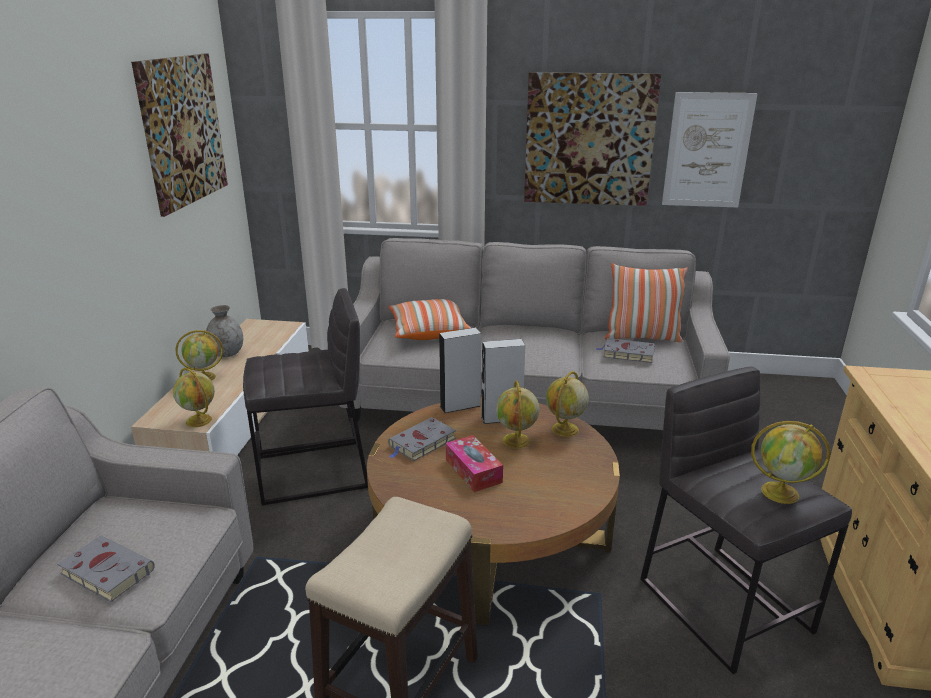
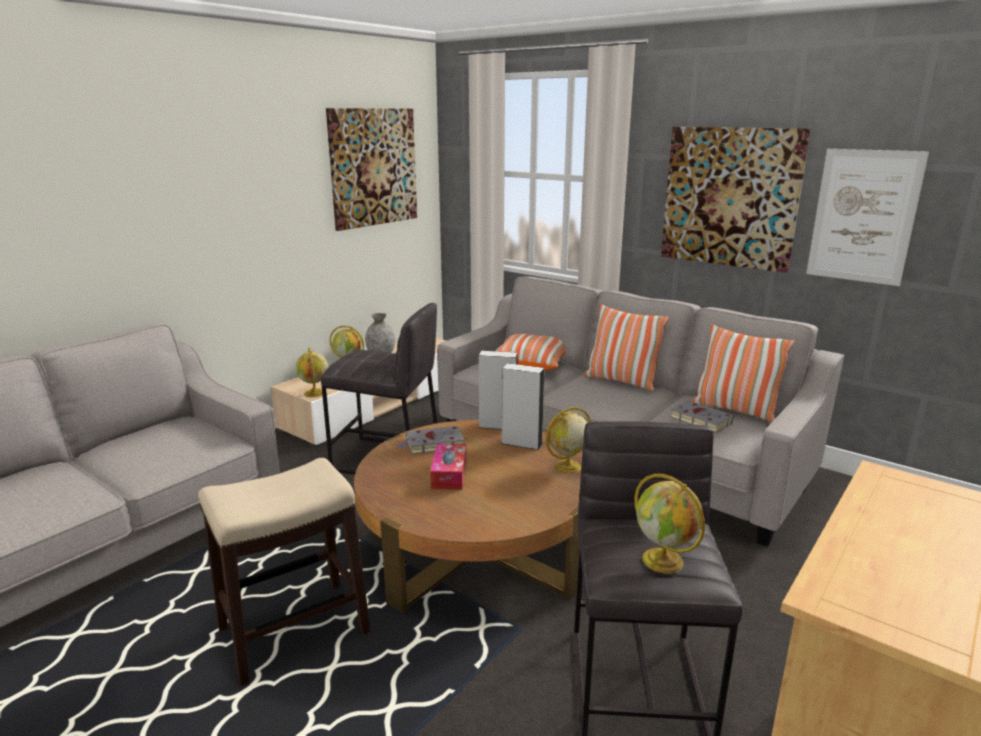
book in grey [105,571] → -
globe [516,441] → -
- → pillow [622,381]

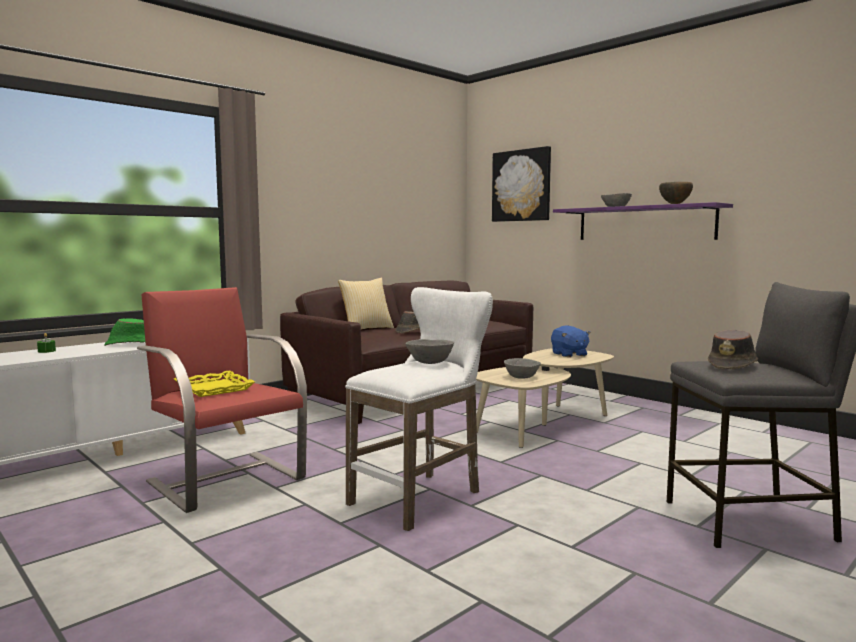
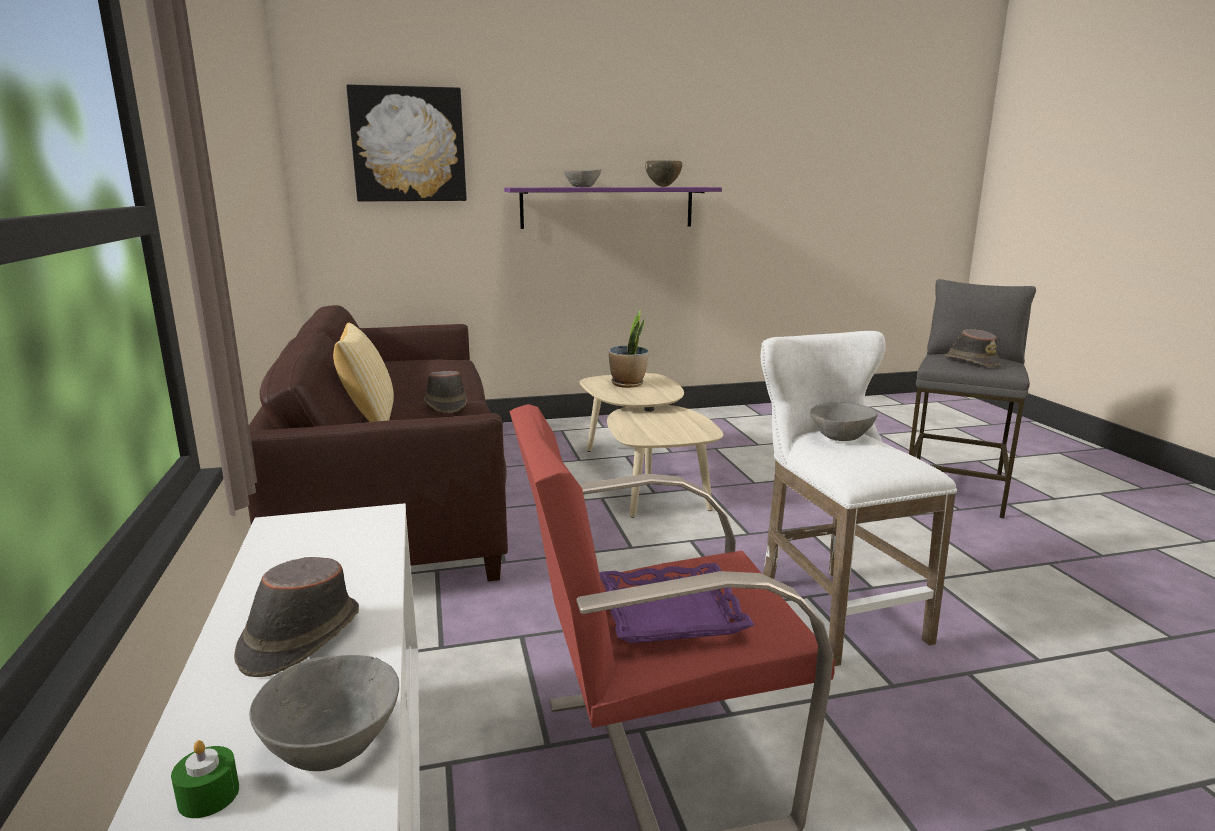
hat in green [129,344] → hat in brown [299,638]
tray in yellow [213,388] → tray in purple [671,613]
bowl in grey [521,377] → bowl in grey [333,746], shifted
plush toy in blue [569,354] → potted plant [628,384]

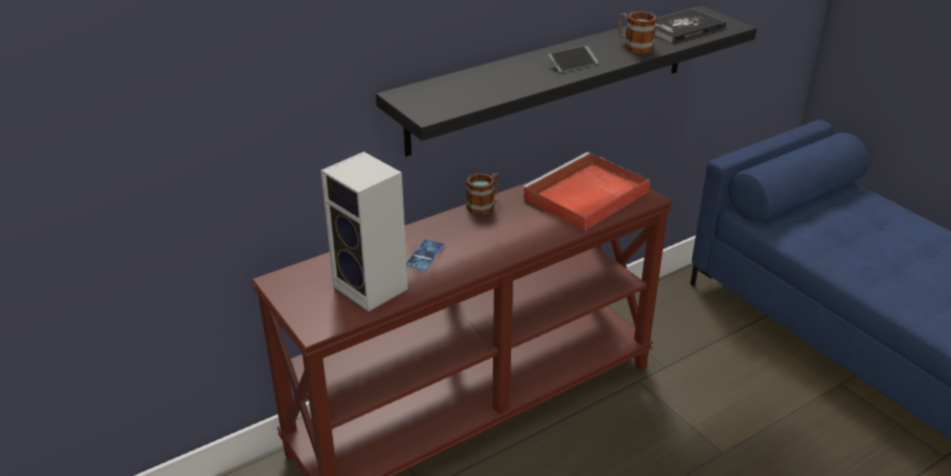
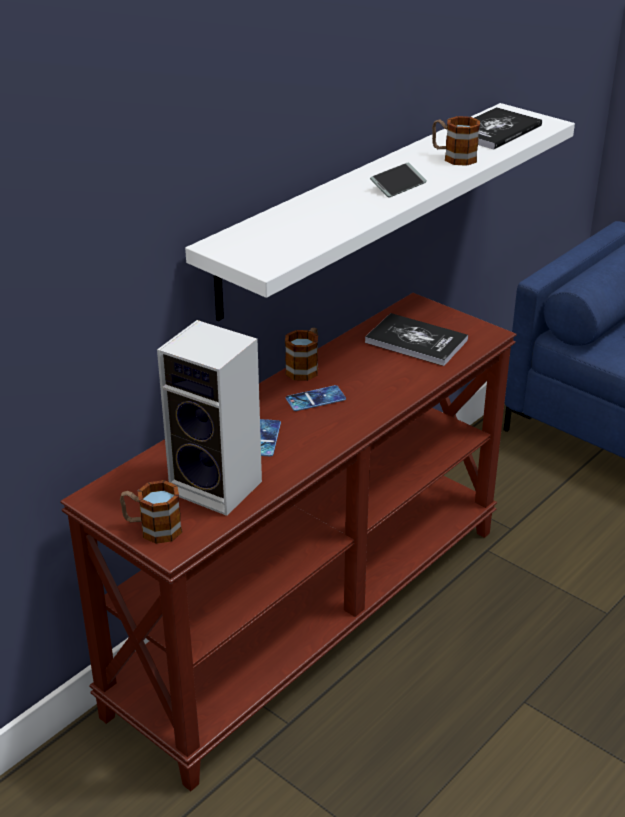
shelf in black [553,78] → shelf in white [362,205]
tray in red [585,196] → book [416,341]
- → mug [152,528]
- → phone [315,399]

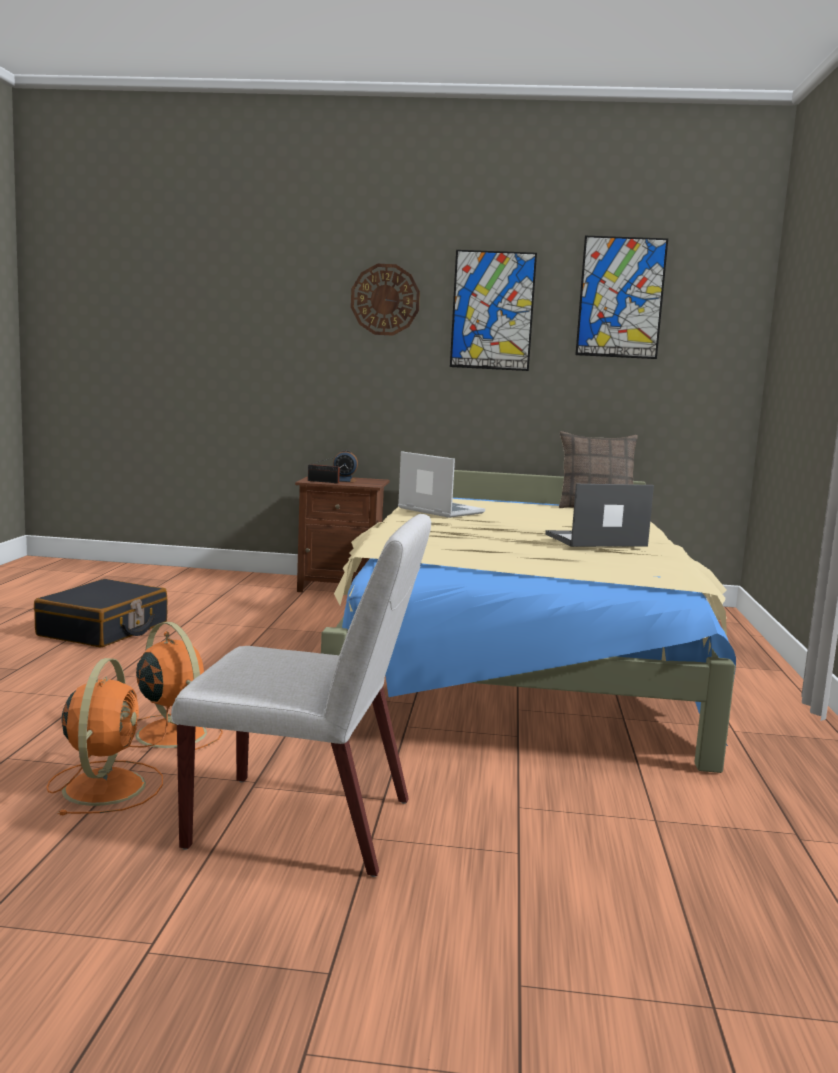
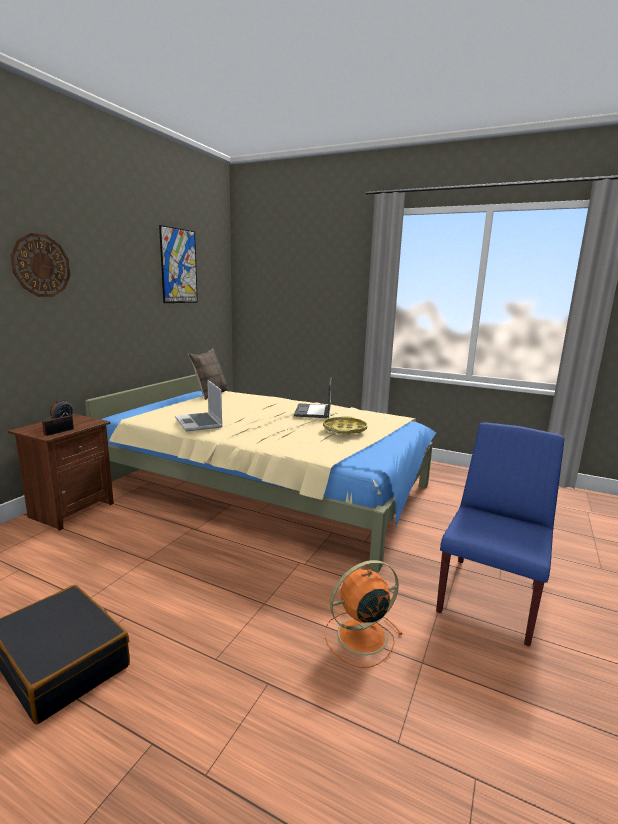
fan in orange [105,786] → -
chair in white [304,824] → chair in blue [489,597]
laptop [439,510] → laptop [199,423], 90 degrees counterclockwise
picture [492,310] → -
- → tray in yellow [344,429]

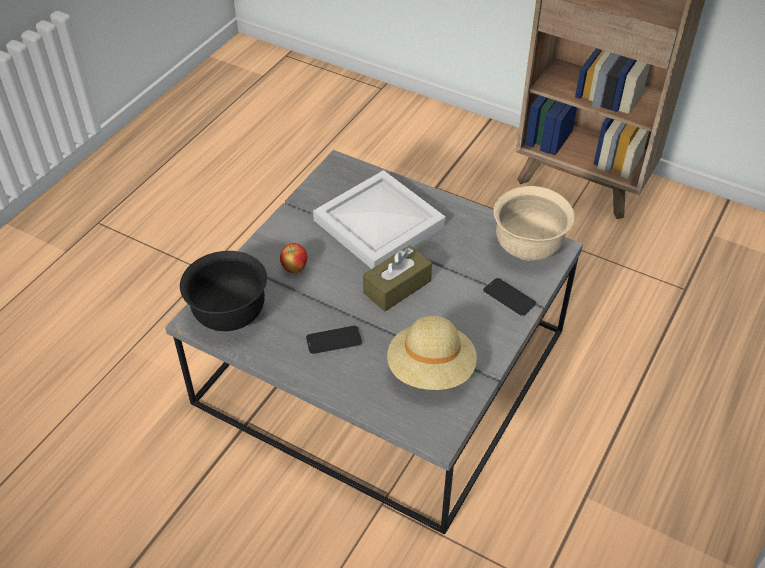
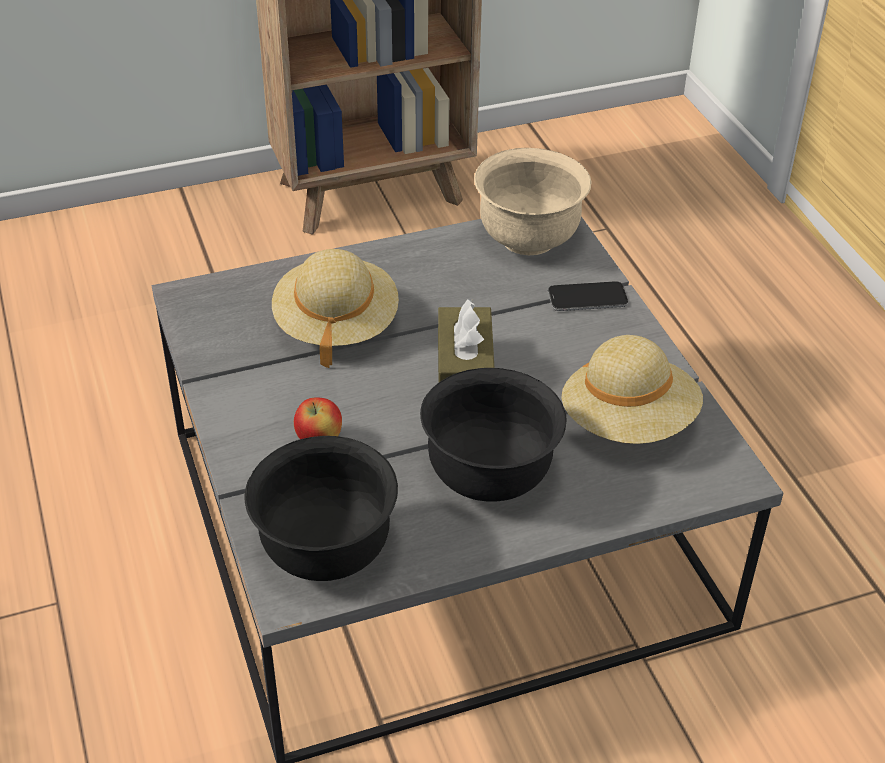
phone [334,341] → bowl in black [489,478]
tray in white [377,223] → hat in beige [336,325]

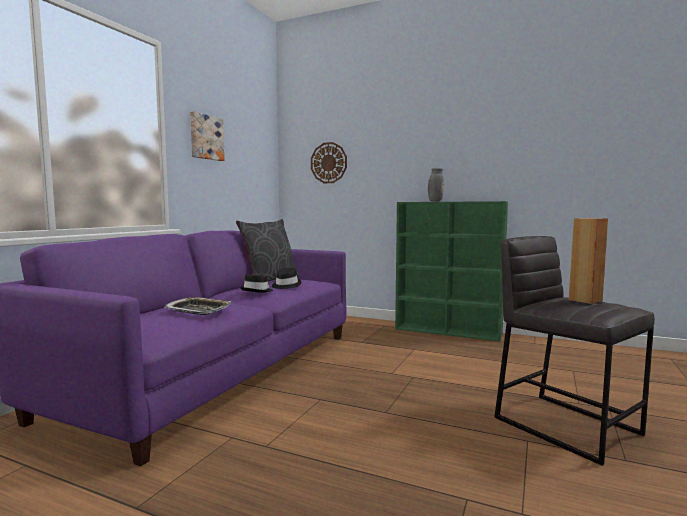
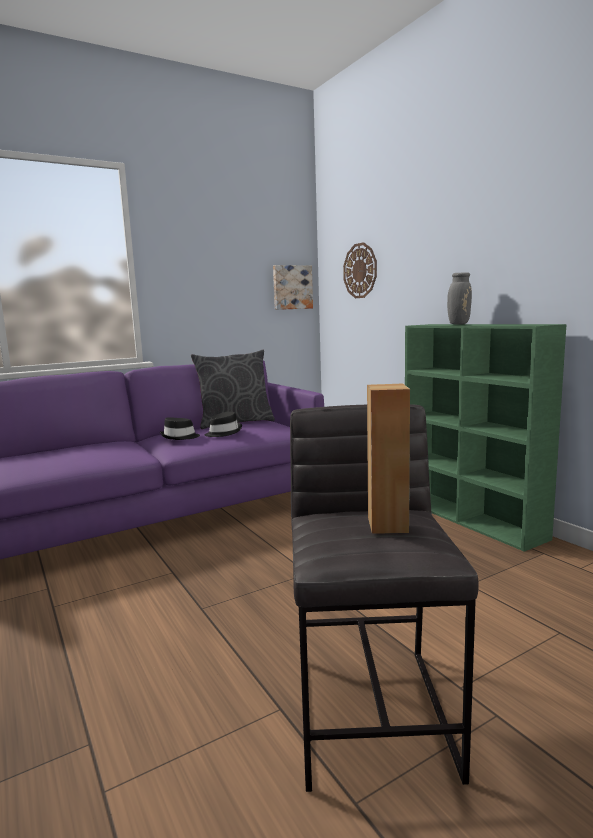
tray [198,310] → -
picture [206,137] → picture [292,287], shifted

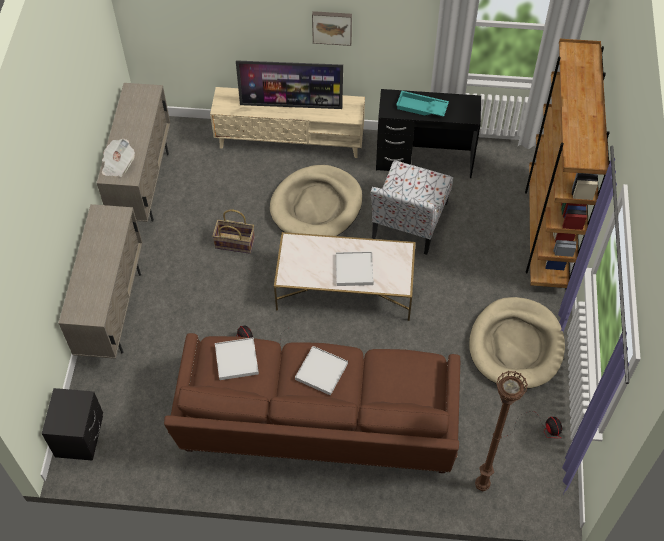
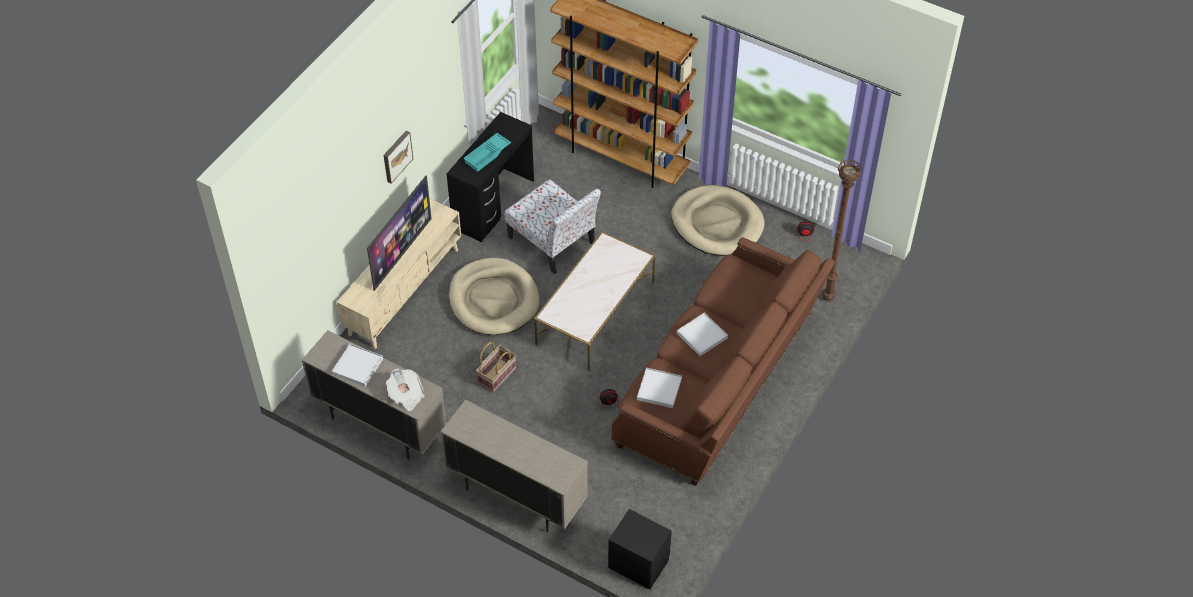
tray in white [354,270] → tray in white [357,367], shifted

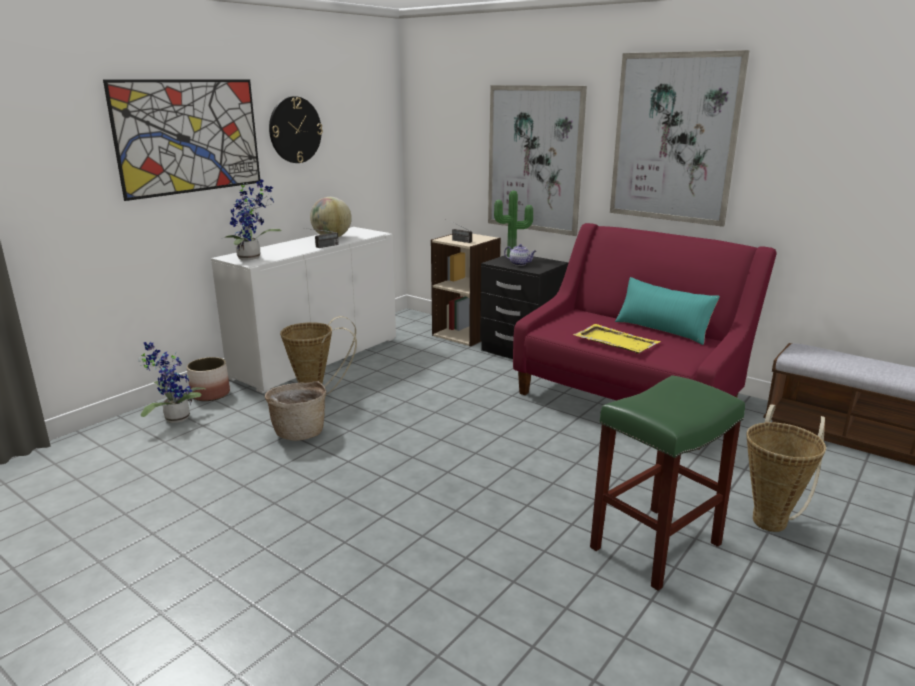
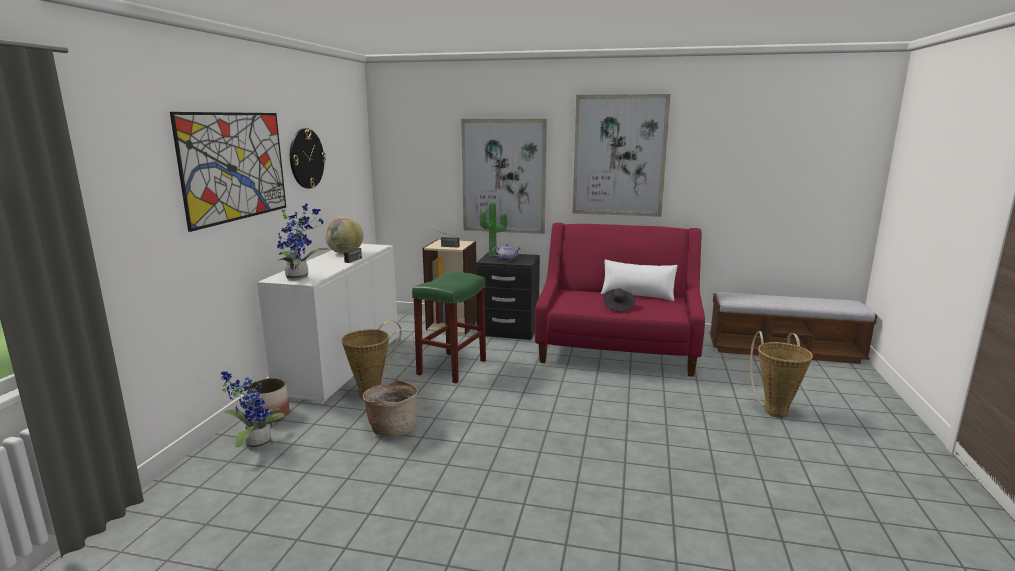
tray in yellow [615,341] → hat in black [618,307]
stool in green [656,545] → stool in green [452,367], shifted
pillow in turquoise [662,330] → pillow in white [637,295]

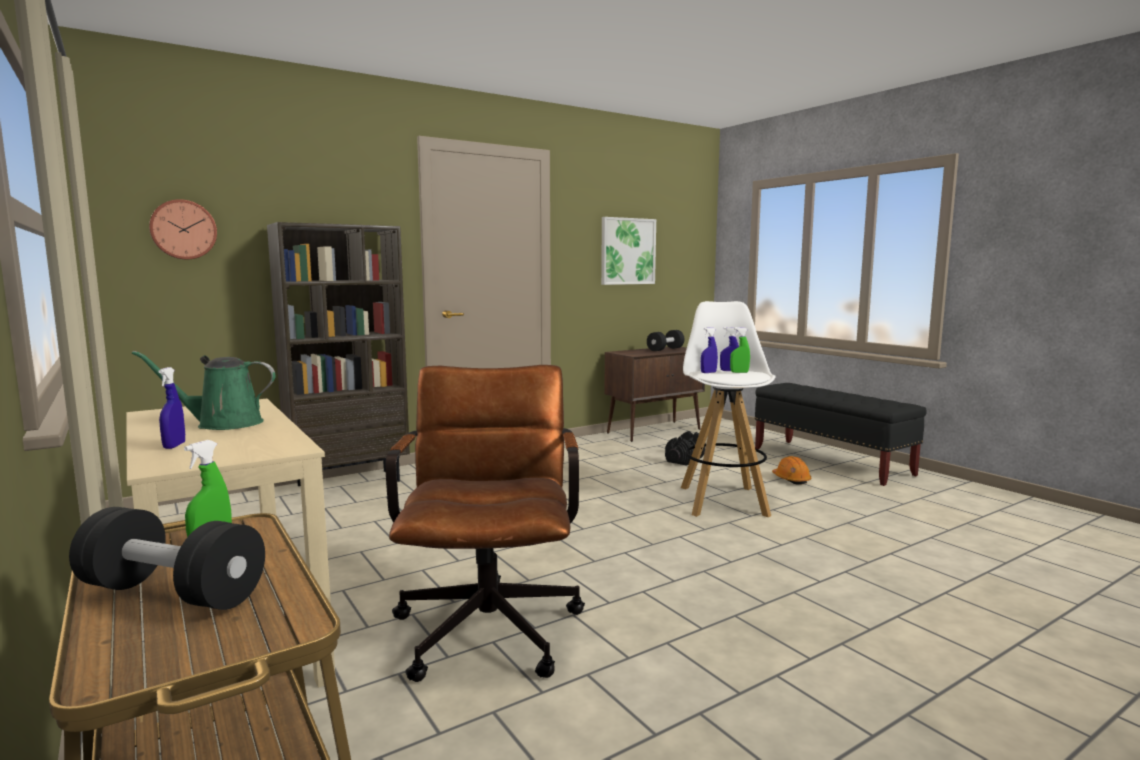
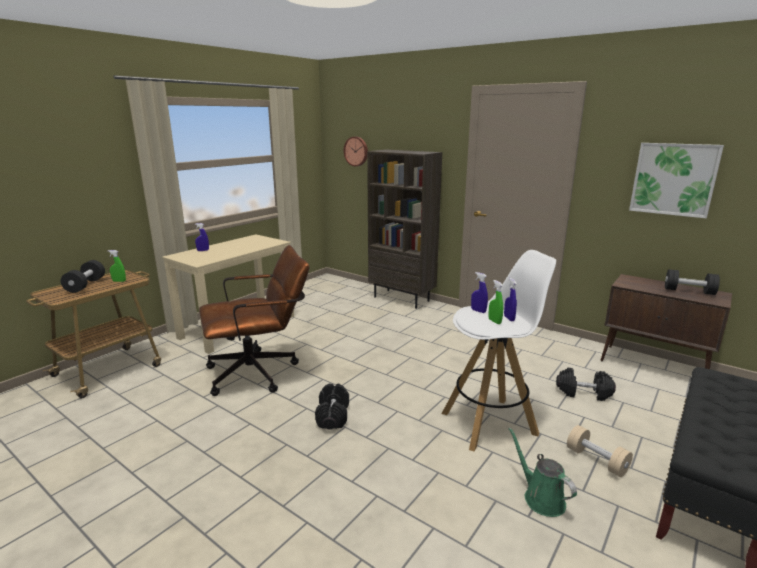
watering can in green [223,424] → watering can in green [541,498], shifted
hard hat in orange [791,479] → dumbbell in beige [596,460]
- → dumbbell in black [333,416]

